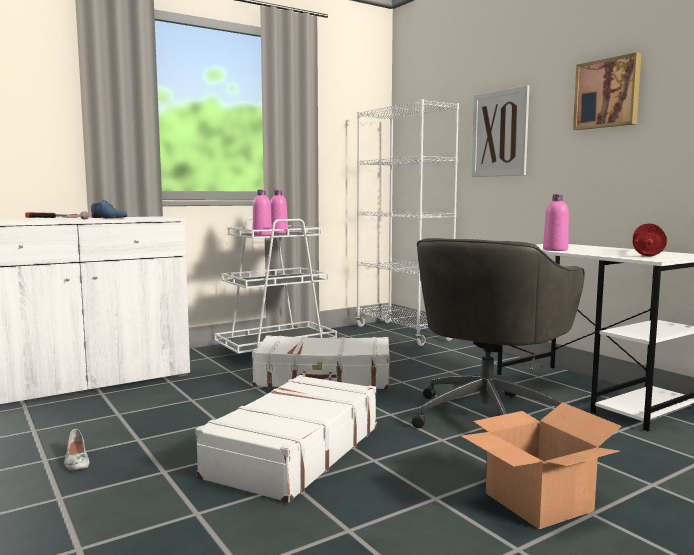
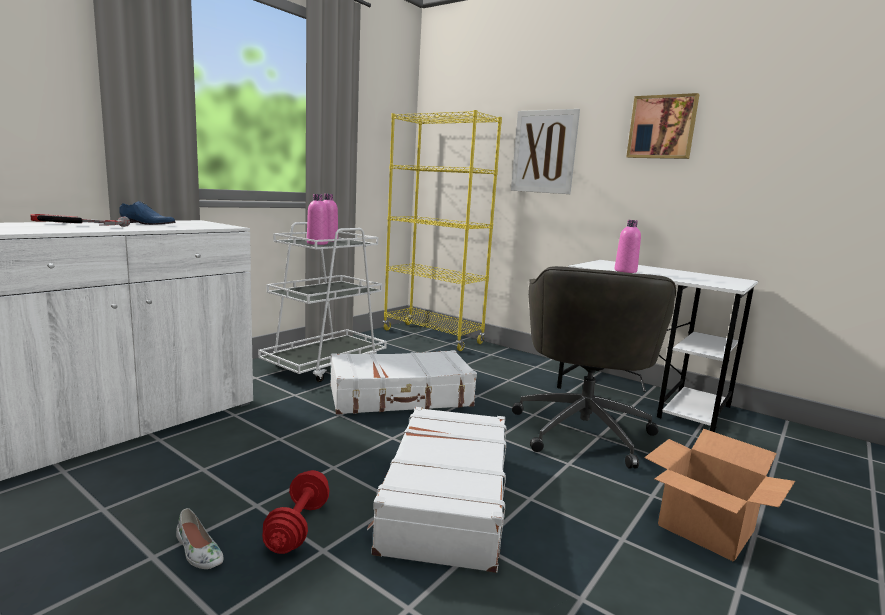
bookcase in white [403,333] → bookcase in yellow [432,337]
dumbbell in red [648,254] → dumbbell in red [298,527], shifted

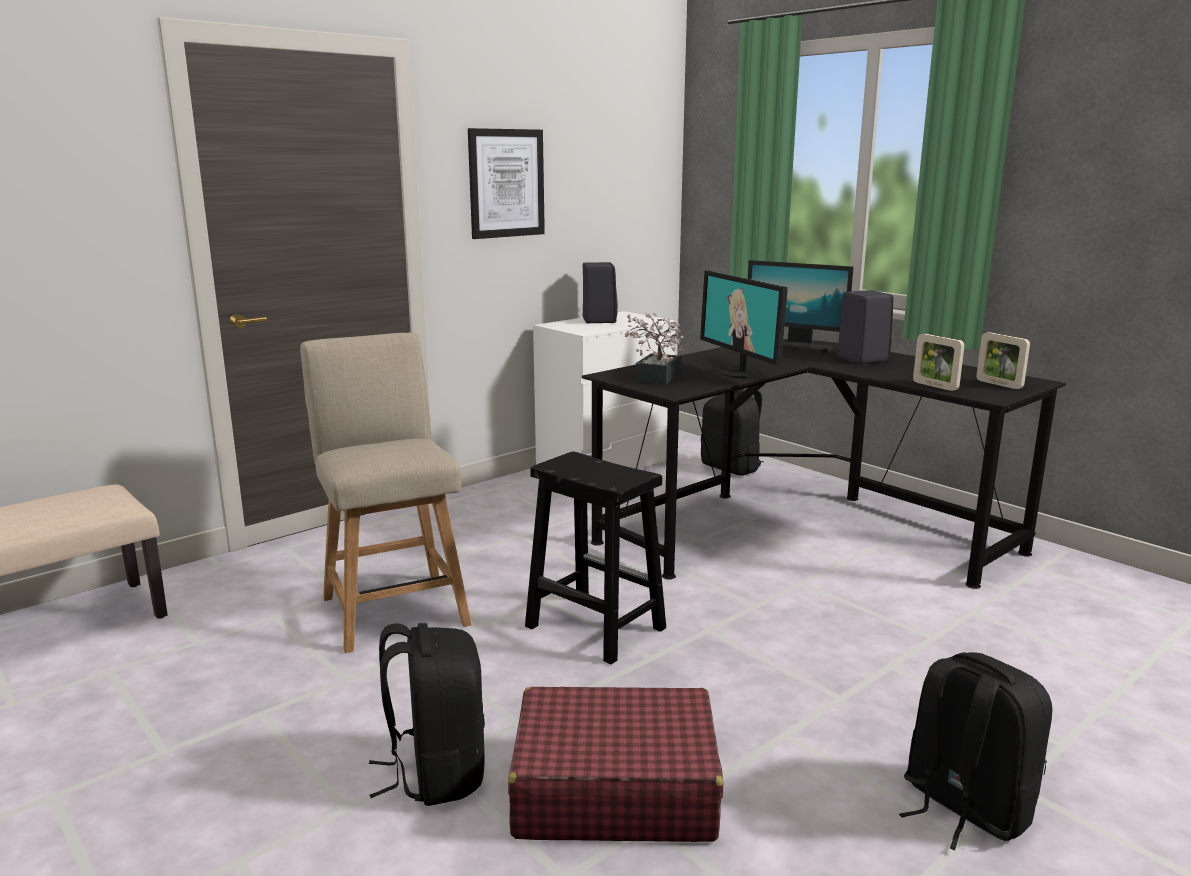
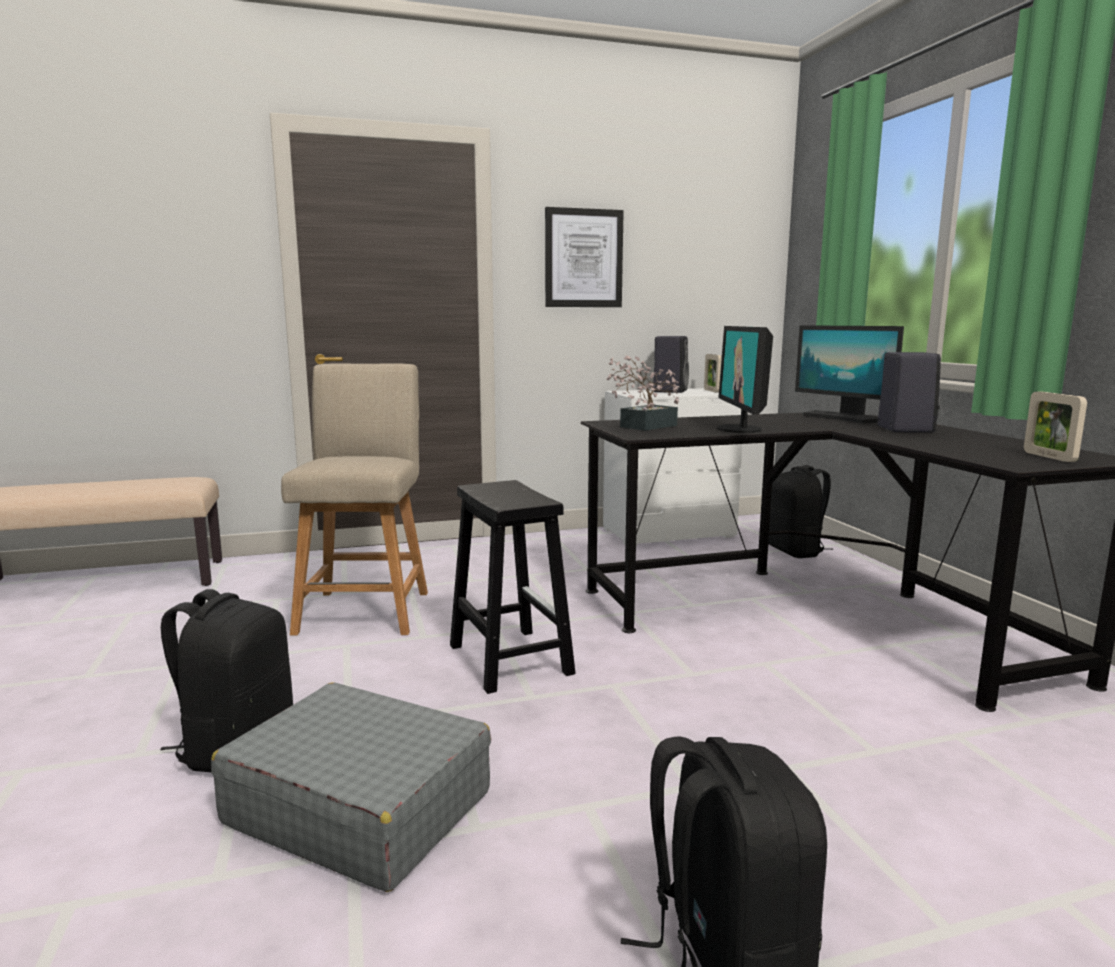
suitcase in red [613,789] → suitcase in grey [358,806]
picture frame [935,386] → picture frame [712,391], shifted

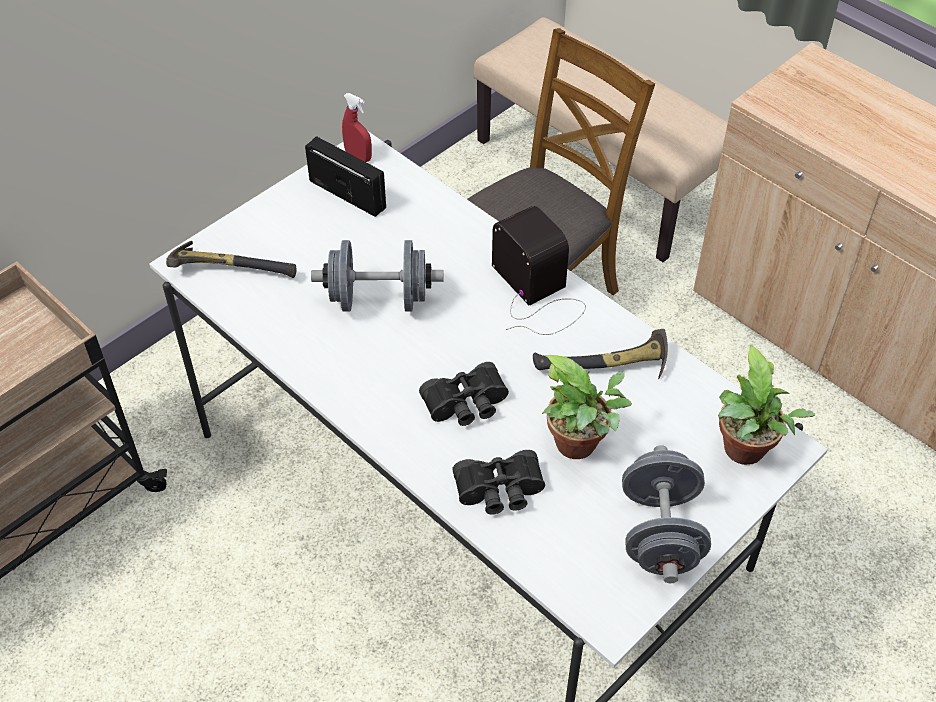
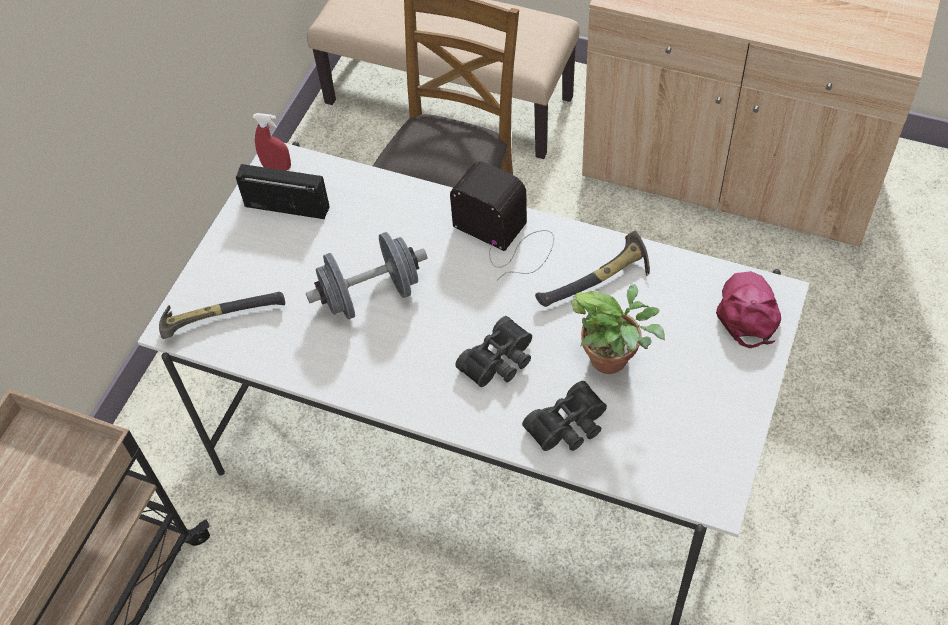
dumbbell in grey [660,533] → -
potted plant [745,453] → cap in pink [748,312]

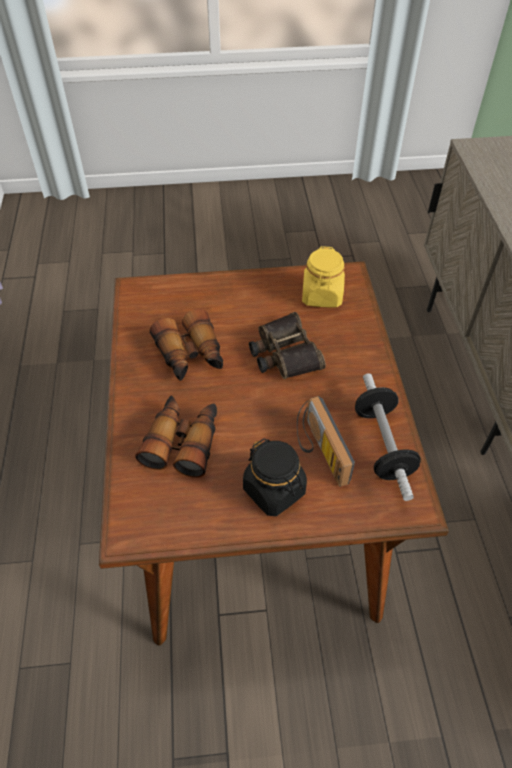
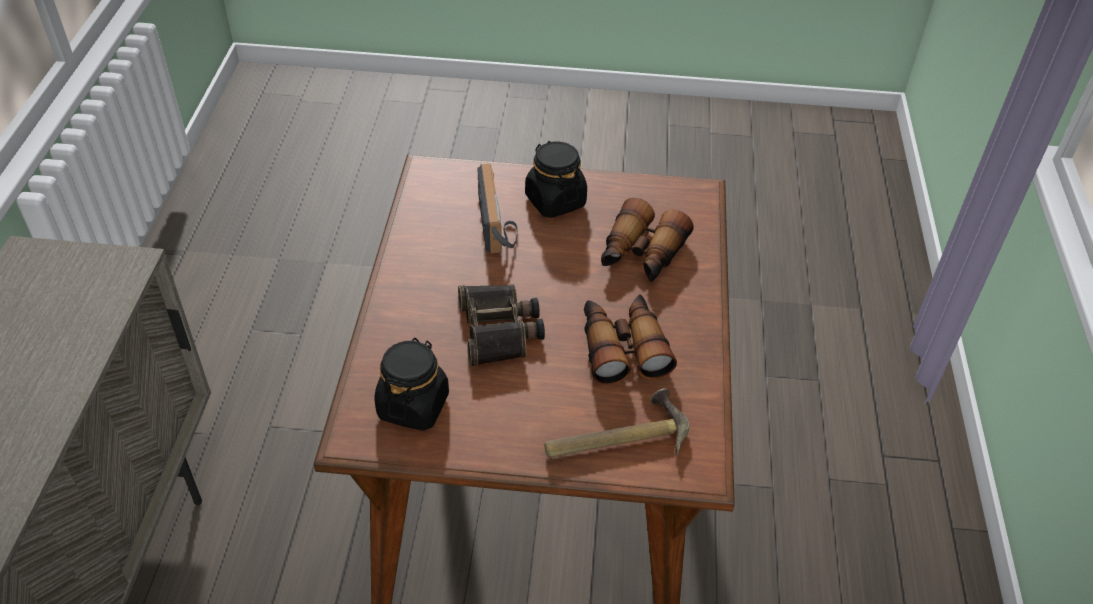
jar in yellow [322,295] → jar in black [413,405]
dumbbell [382,445] → -
- → hammer [615,436]

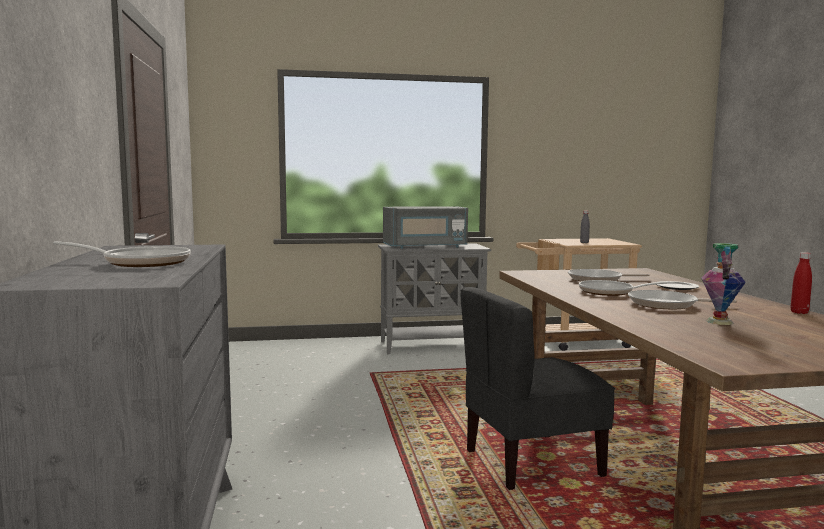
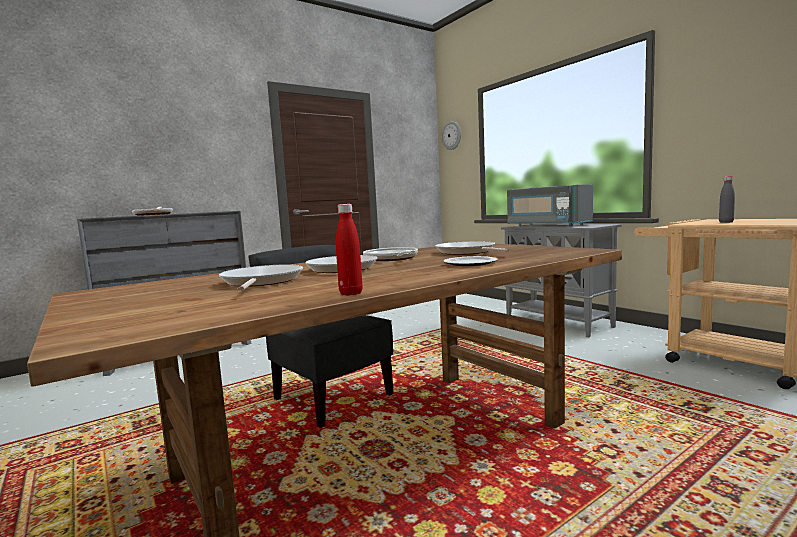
vase [720,322] → frying pan [261,282]
- → wall clock [452,135]

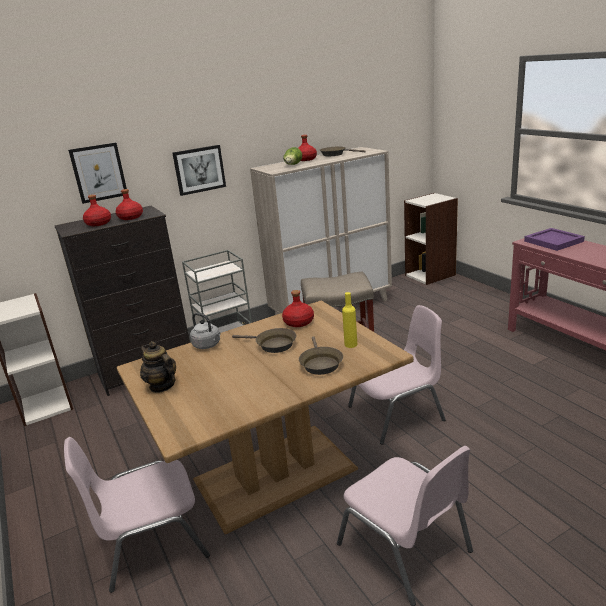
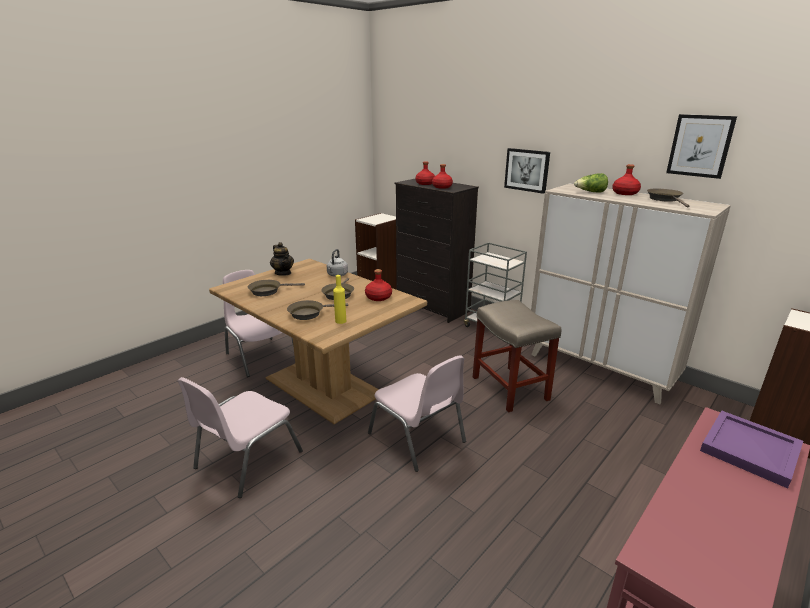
picture [99,172] → picture [700,146], shifted
teapot [162,386] → teapot [283,273], 120 degrees clockwise
- → frying pan in brown [268,291]

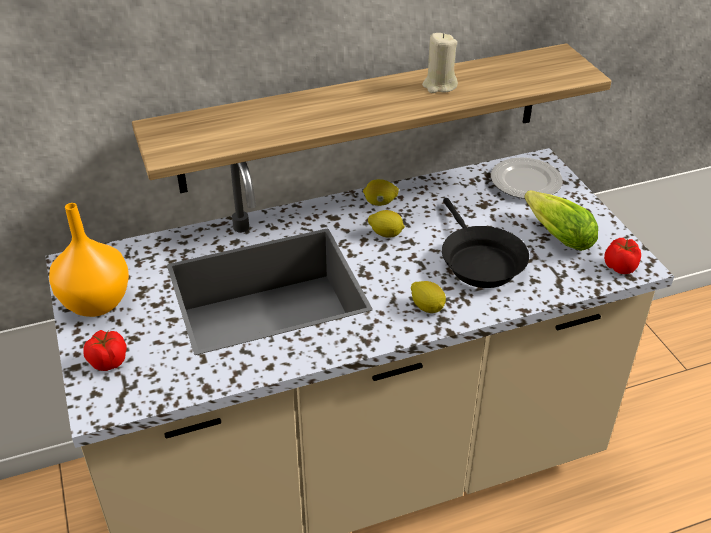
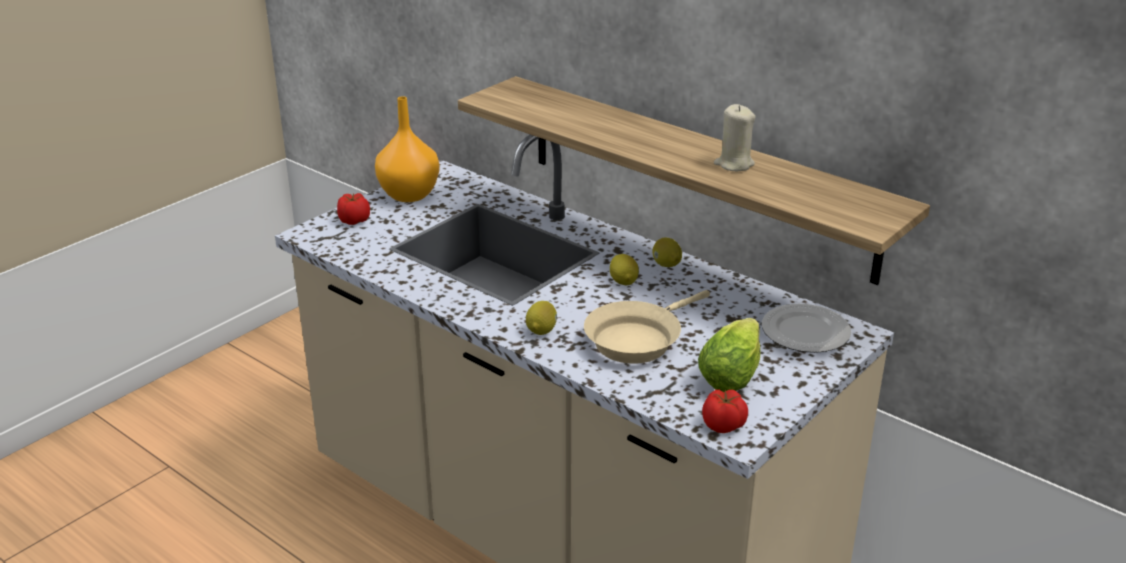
frying pan in black [479,261] → frying pan in beige [637,339]

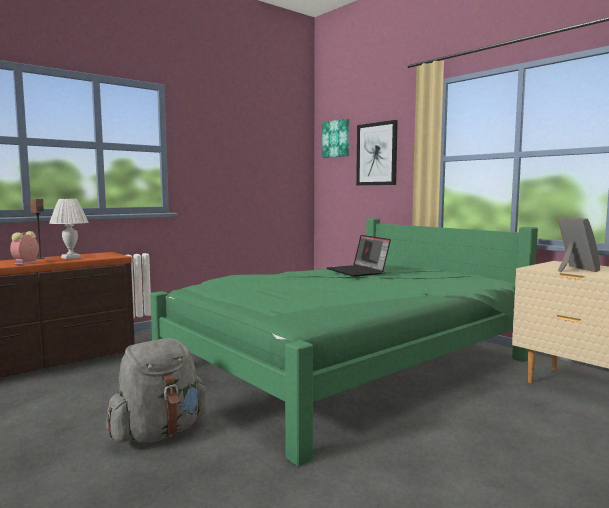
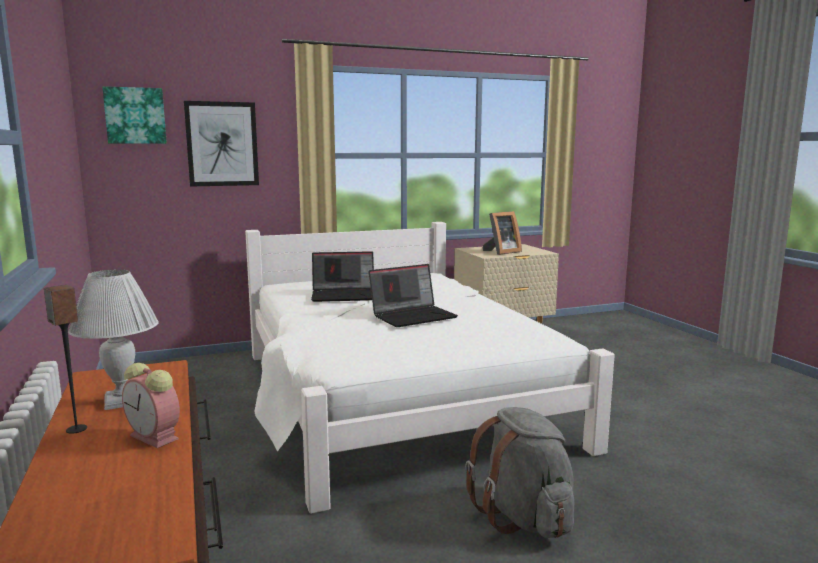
bed in green [345,365] → bed in white [395,397]
picture frame [572,269] → picture frame [501,252], 135 degrees clockwise
- → laptop [413,316]

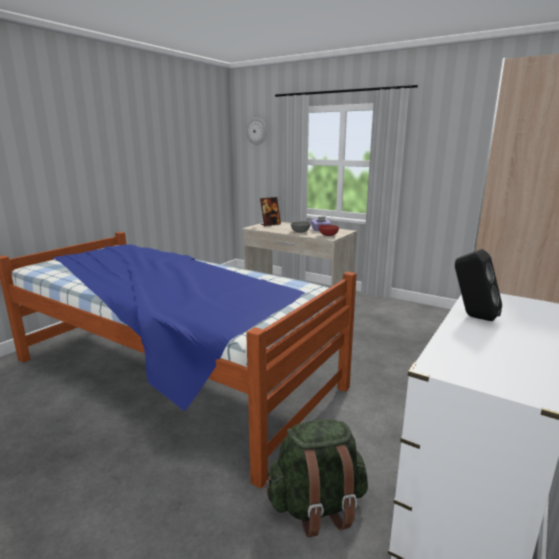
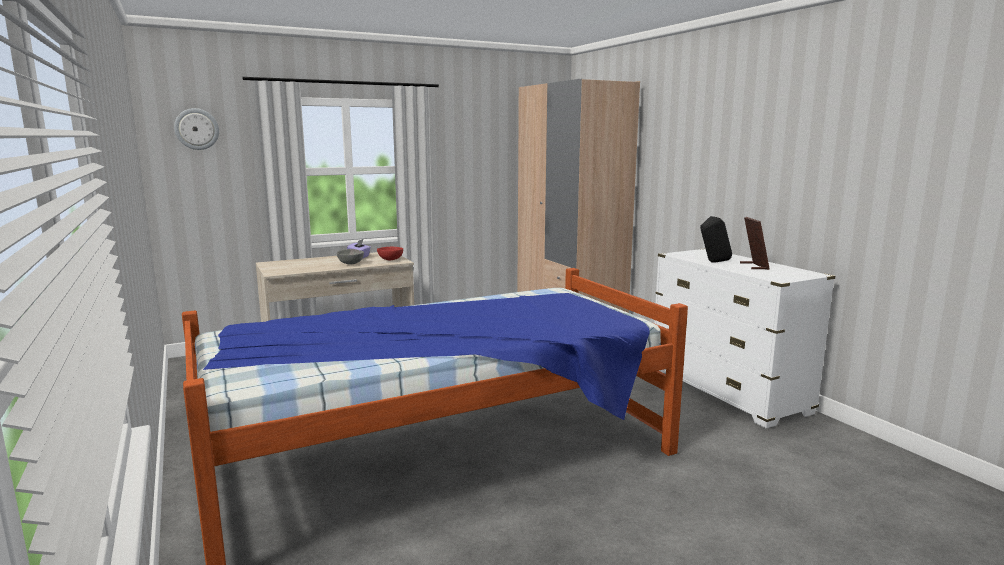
picture frame [270,224] → picture frame [754,266], shifted
backpack in green [316,506] → -

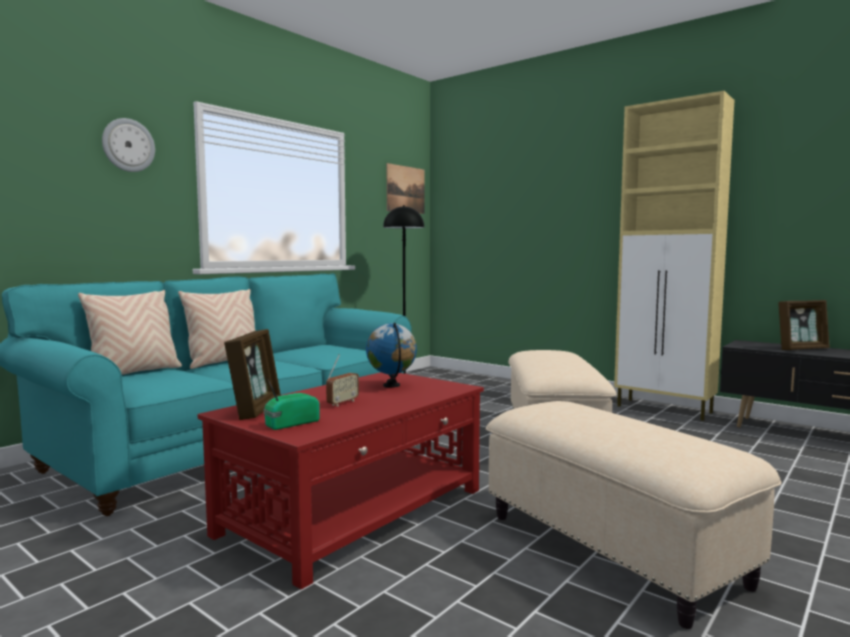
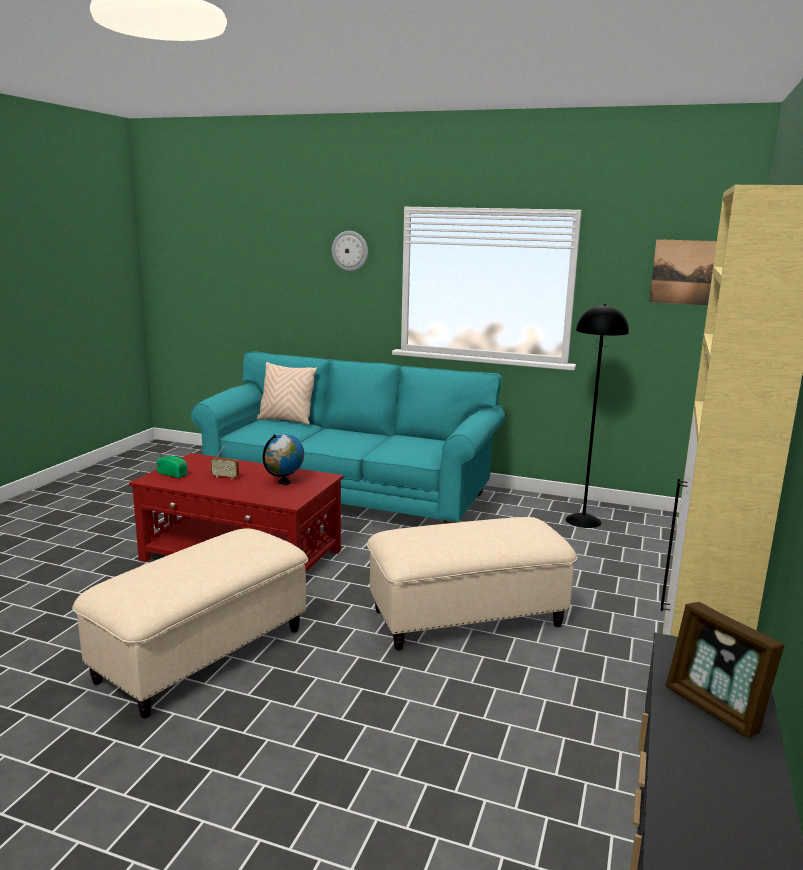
pillow in beige [224,362] → -
picture frame [256,409] → -

